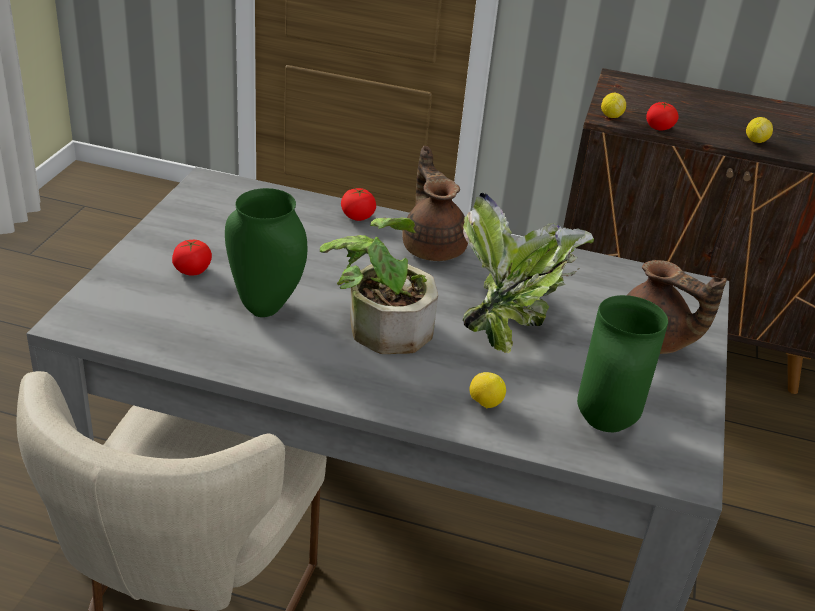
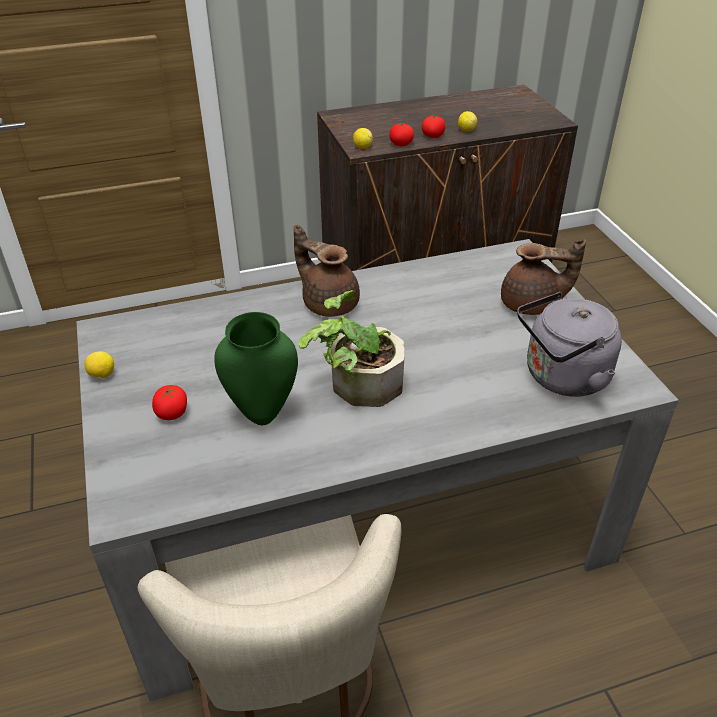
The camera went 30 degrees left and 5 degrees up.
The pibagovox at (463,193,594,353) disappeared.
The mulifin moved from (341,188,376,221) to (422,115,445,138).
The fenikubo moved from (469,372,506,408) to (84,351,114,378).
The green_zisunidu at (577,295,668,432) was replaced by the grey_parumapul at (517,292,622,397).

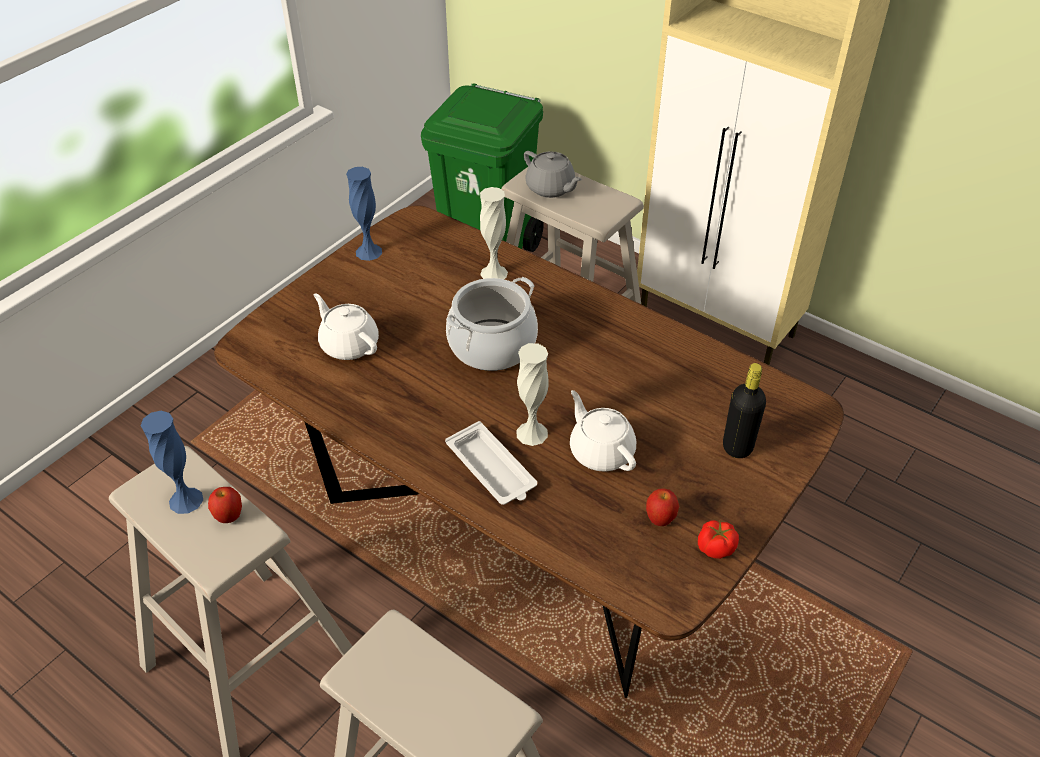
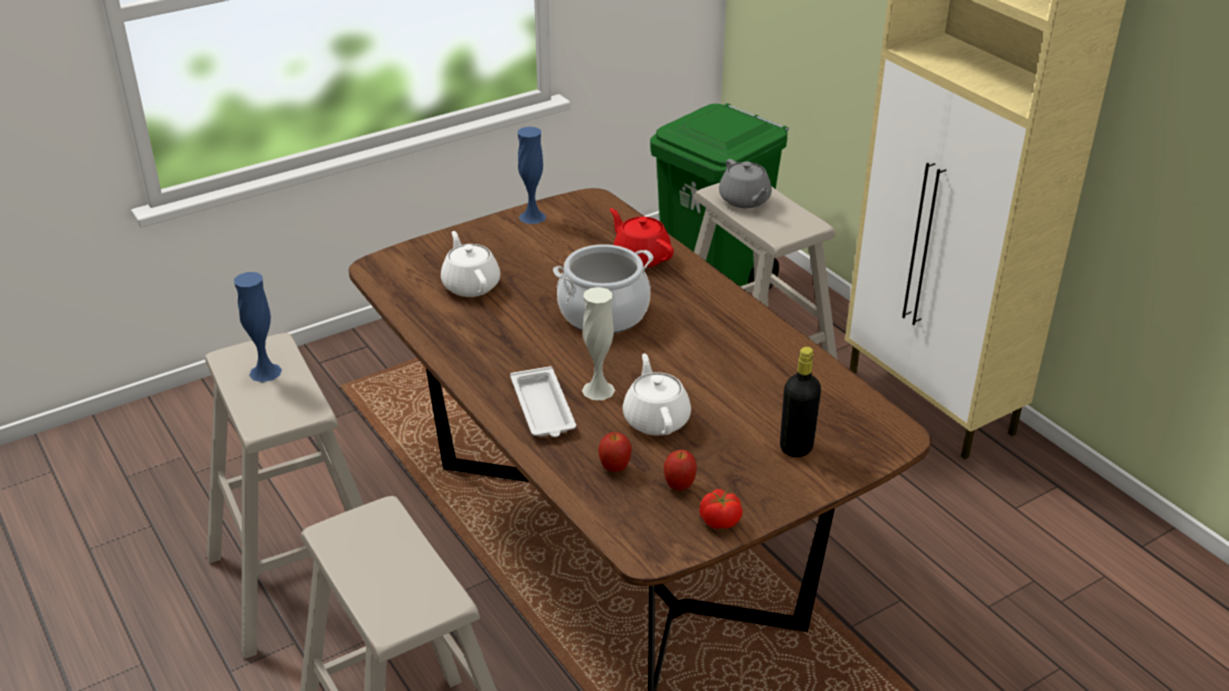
The camera went 20 degrees right and 10 degrees down.
The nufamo moved from (208,487,242,523) to (598,432,632,472).
The white_zisunidu at (480,187,508,279) was replaced by the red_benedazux at (610,208,674,268).

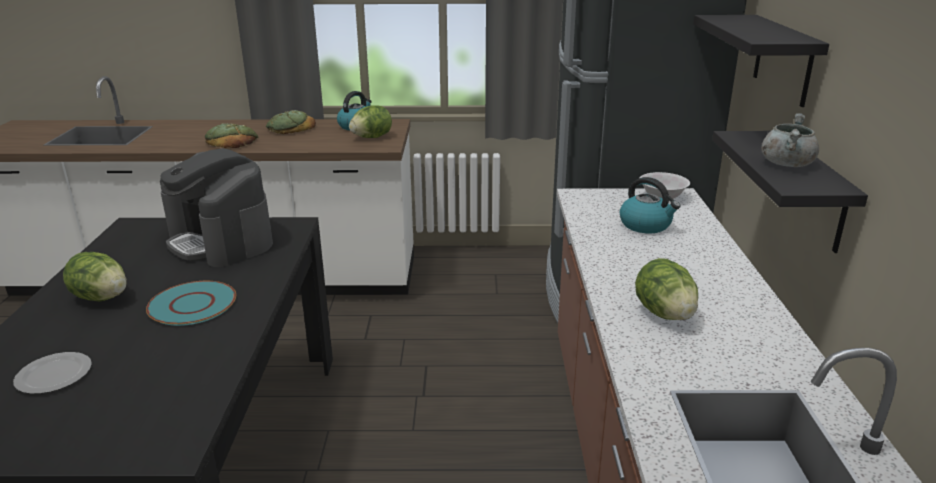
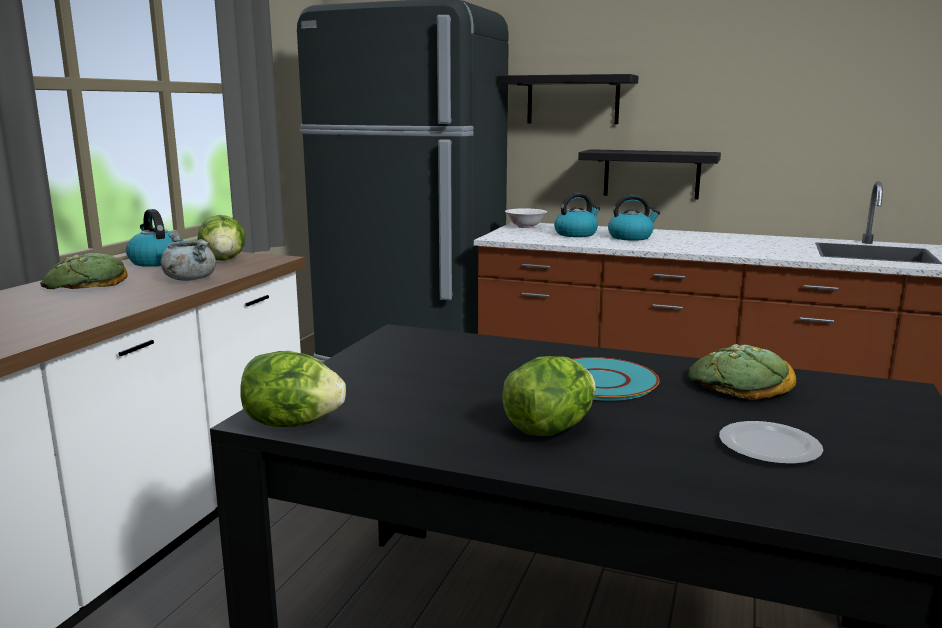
The camera went 70 degrees left and 10 degrees down.
The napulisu at (160,148,273,267) disappeared.
The parumapul at (608,195,660,241) appeared.
The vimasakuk moved from (205,123,258,148) to (689,344,796,400).
The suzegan moved from (635,258,698,320) to (241,351,346,427).
The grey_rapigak moved from (761,113,819,167) to (161,232,216,281).

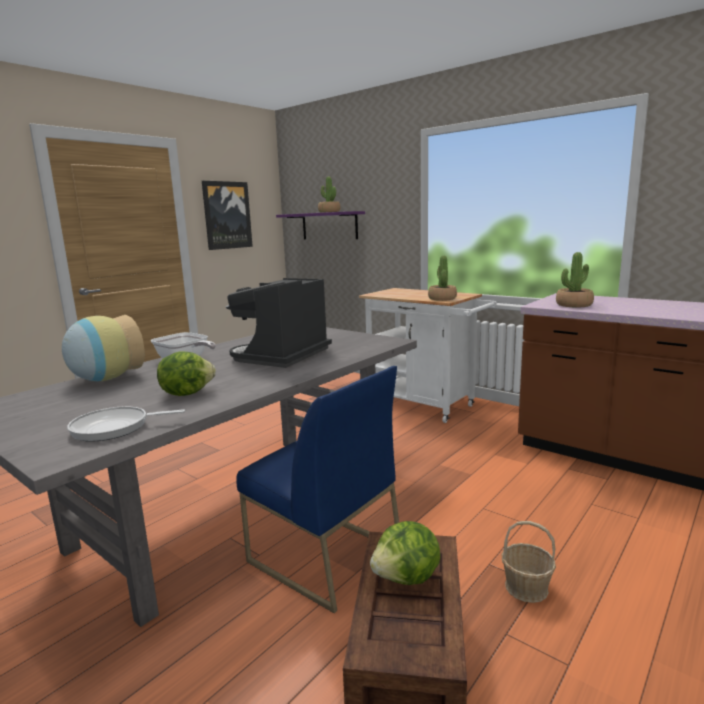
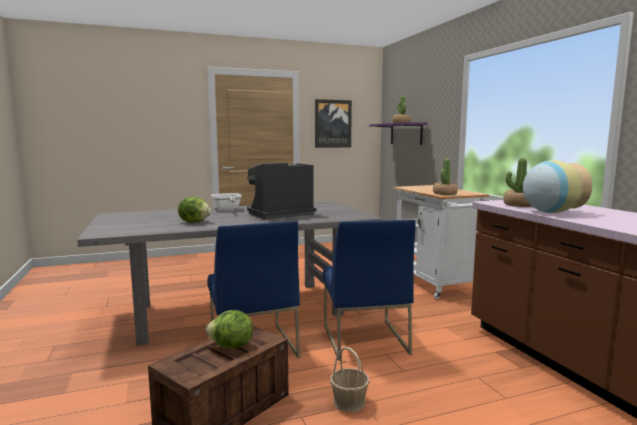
The camera went 30 degrees right and 5 degrees down.
The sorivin at (67,406,185,442) disappeared.
The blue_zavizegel at (323,219,416,361) appeared.
The zisunidu moved from (62,315,145,381) to (523,160,593,213).

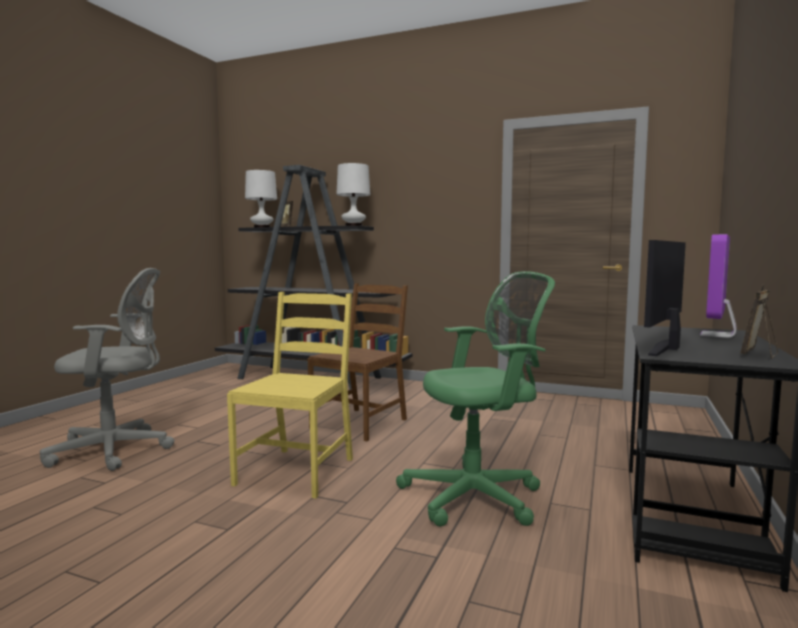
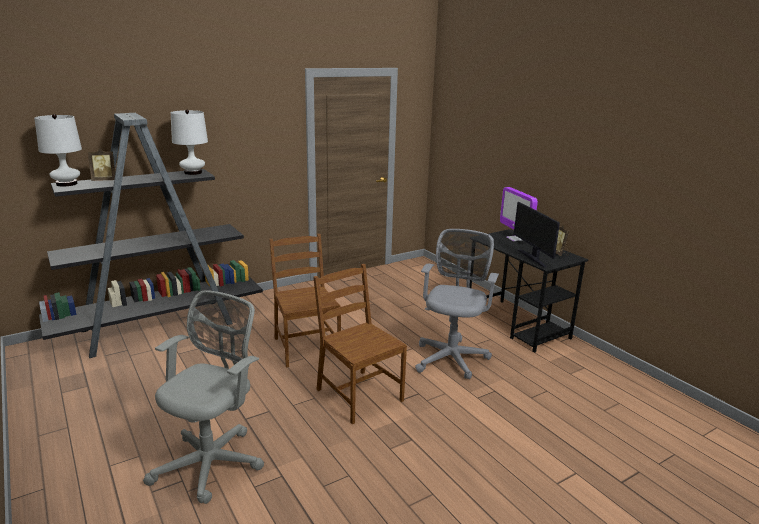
The camera went 55 degrees left and 15 degrees up.
The yellow_zavizegel at (227,292,353,499) became the brown_zavizegel at (313,264,407,424).
The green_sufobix at (396,271,555,526) became the grey_sufobix at (415,229,499,379).

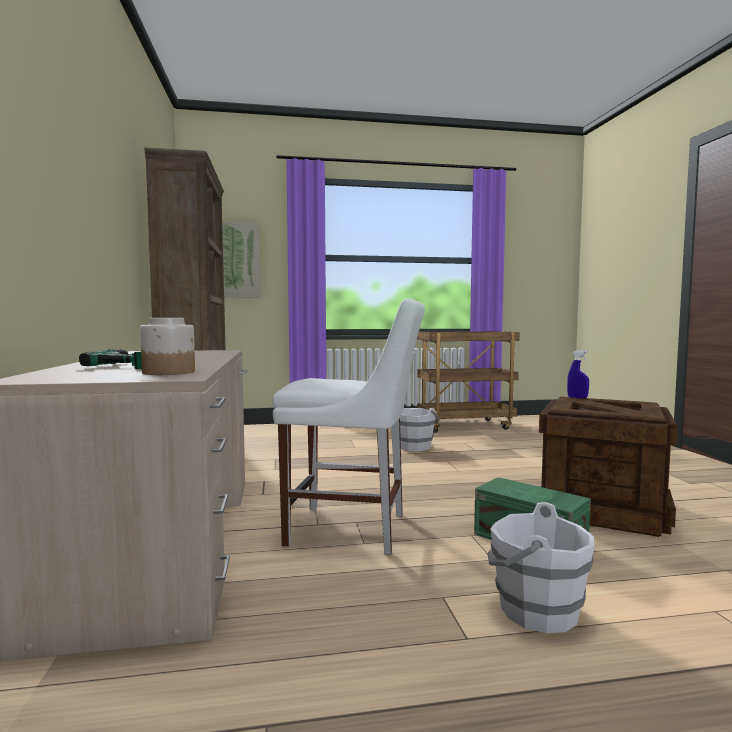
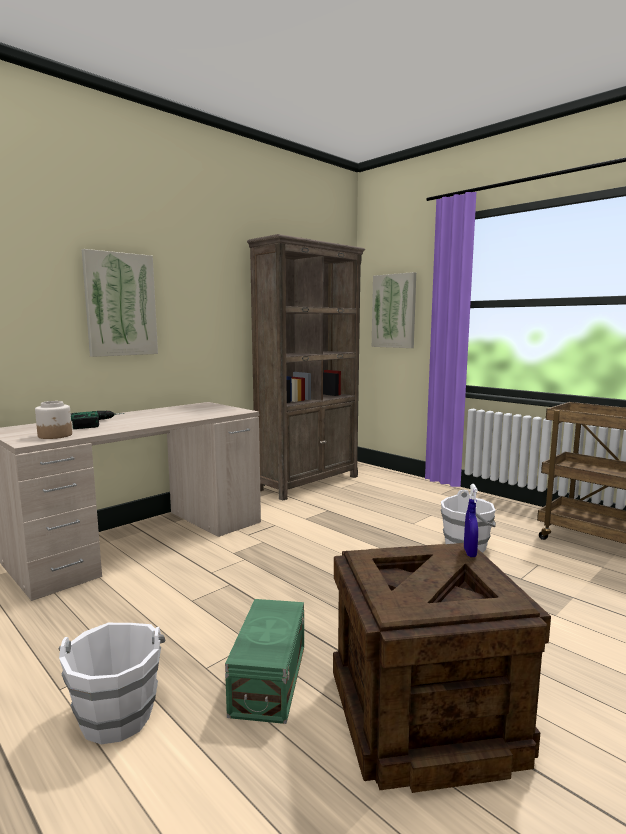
The camera went 55 degrees right and 5 degrees up.
The white_zavizegel at (272,299,425,555) disappeared.
The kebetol at (82,249,158,357) appeared.

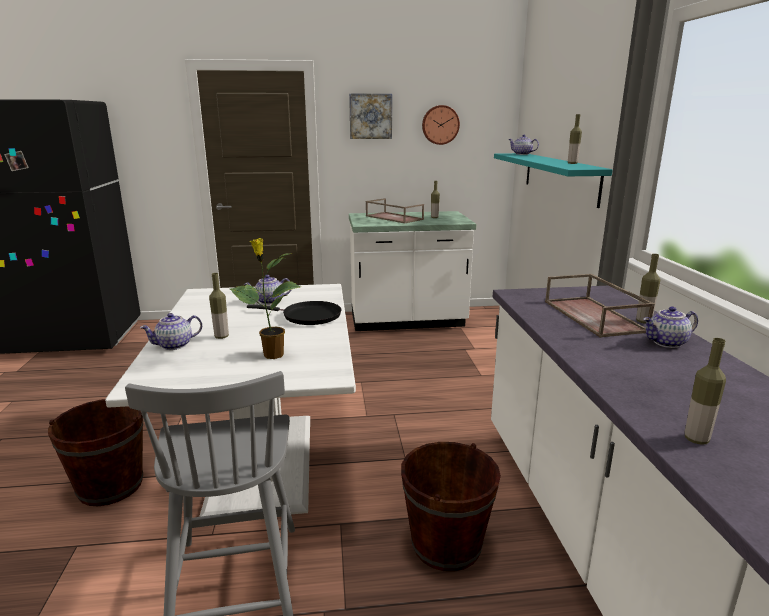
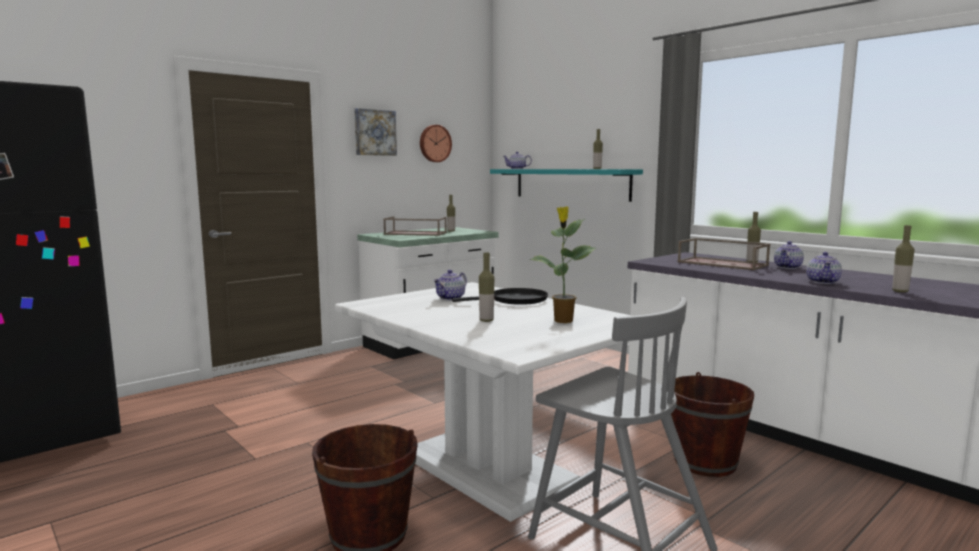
The camera went 35 degrees left and 10 degrees down.
The benedazux moved from (140,313,202,350) to (806,252,842,284).

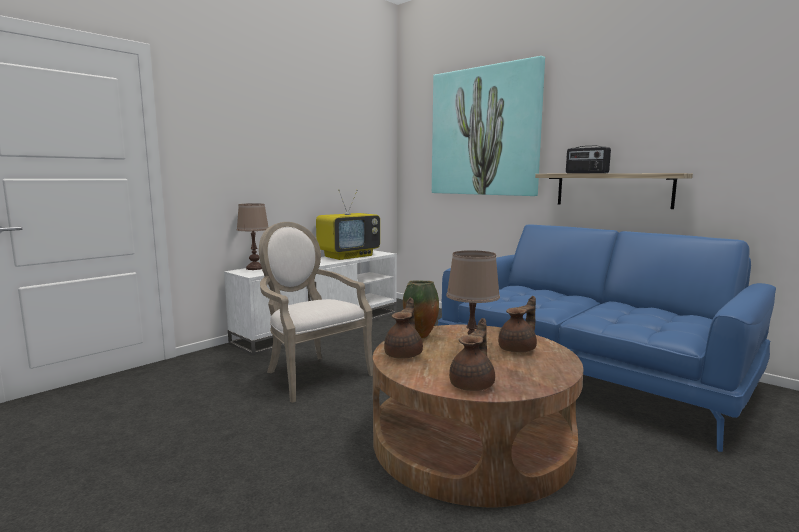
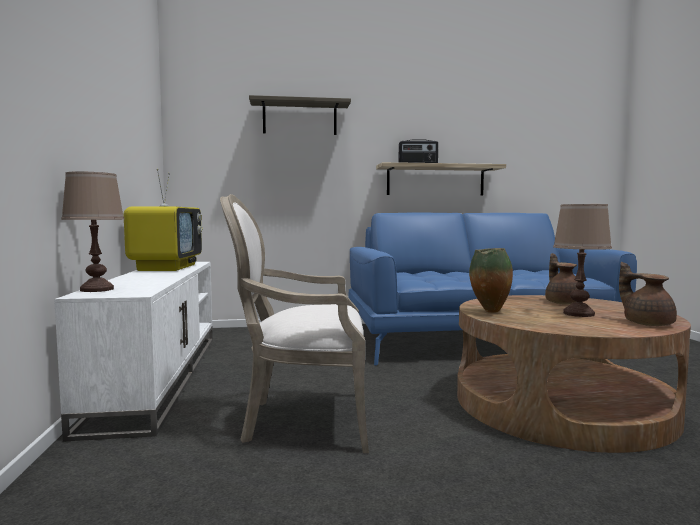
The camera went 50 degrees left and 5 degrees down.
The brown_benedazux at (384,298,423,359) disappeared.
The kebetol at (432,56,545,196) was replaced by the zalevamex at (249,95,351,135).

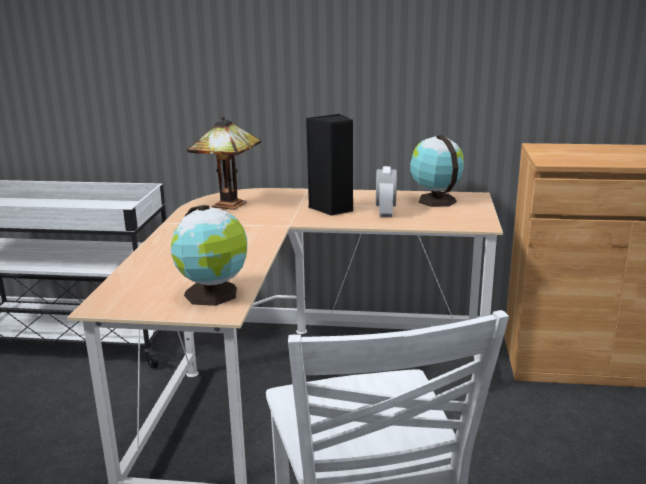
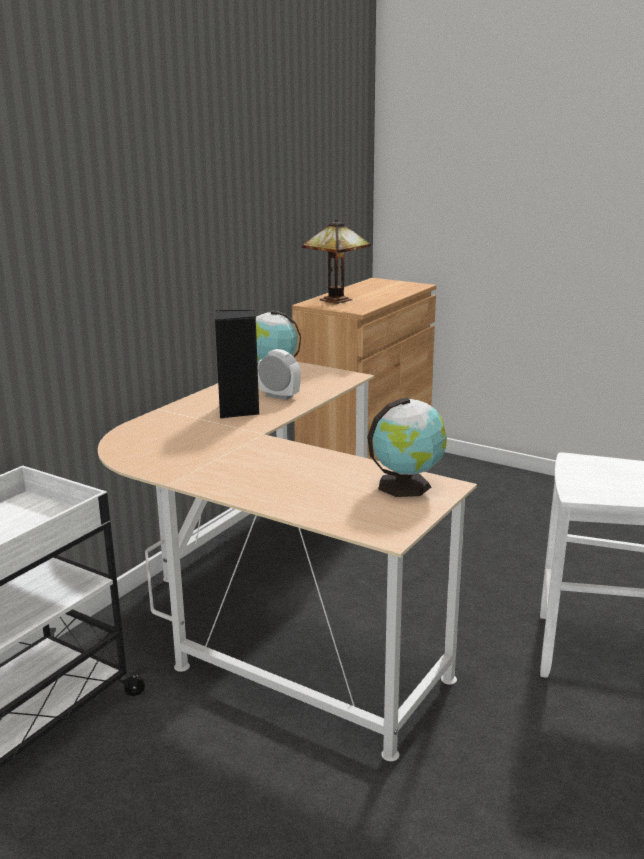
The camera went 65 degrees left and 0 degrees up.
The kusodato moved from (187,117,261,210) to (302,219,371,304).

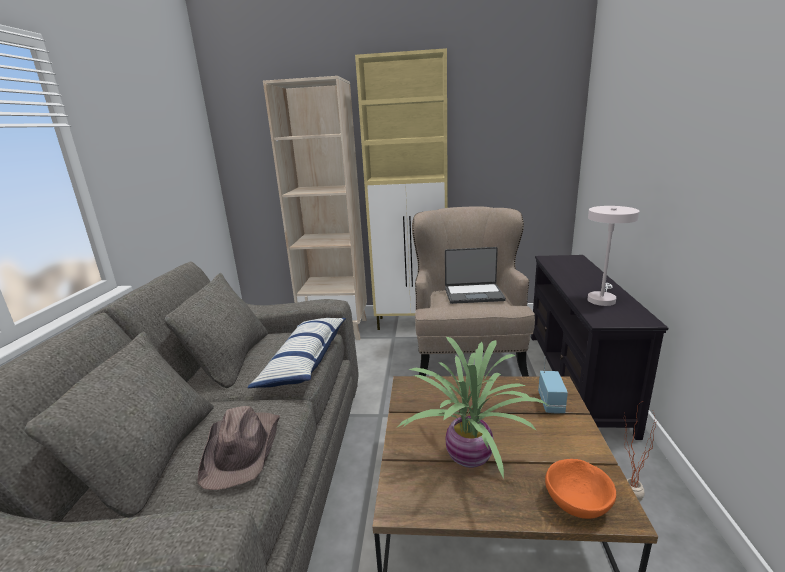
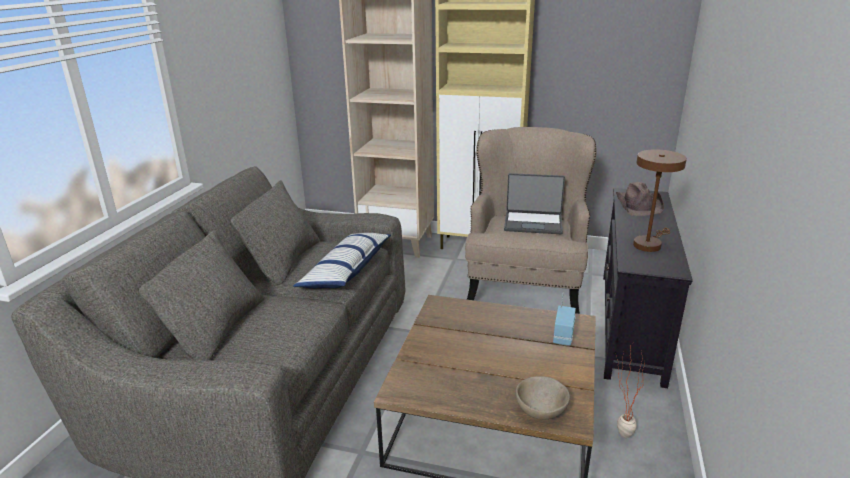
The camera went 10 degrees right and 5 degrees up.
The pibagovox at (398,337,547,479) disappeared.
The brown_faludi moved from (198,406,280,490) to (616,182,664,216).
The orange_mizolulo at (545,459,616,519) became the beige_mizolulo at (515,376,570,420).
The white_kusodato at (587,206,639,306) became the brown_kusodato at (633,149,687,252).

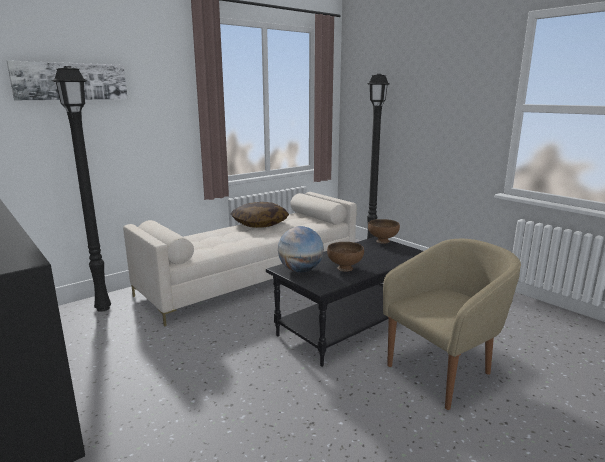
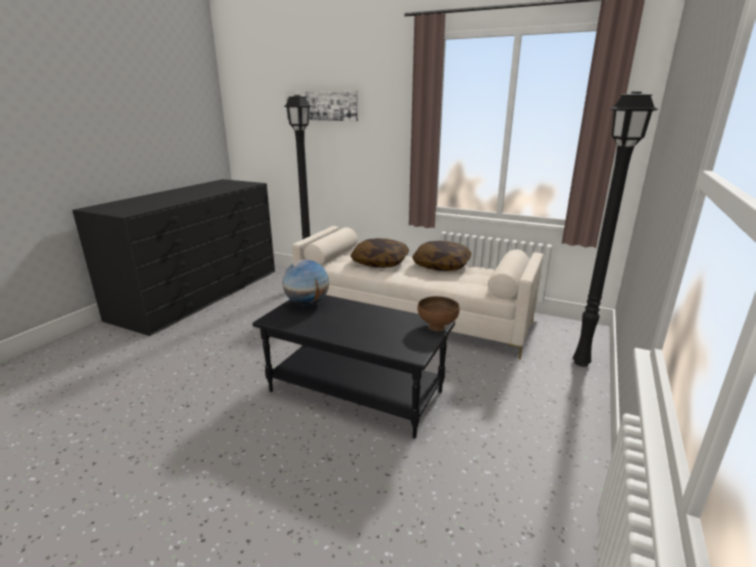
The camera went 65 degrees right and 5 degrees up.
The brown_mizolulo at (327,242,364,272) disappeared.
The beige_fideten at (383,239,521,410) disappeared.
The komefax at (351,238,409,268) appeared.

